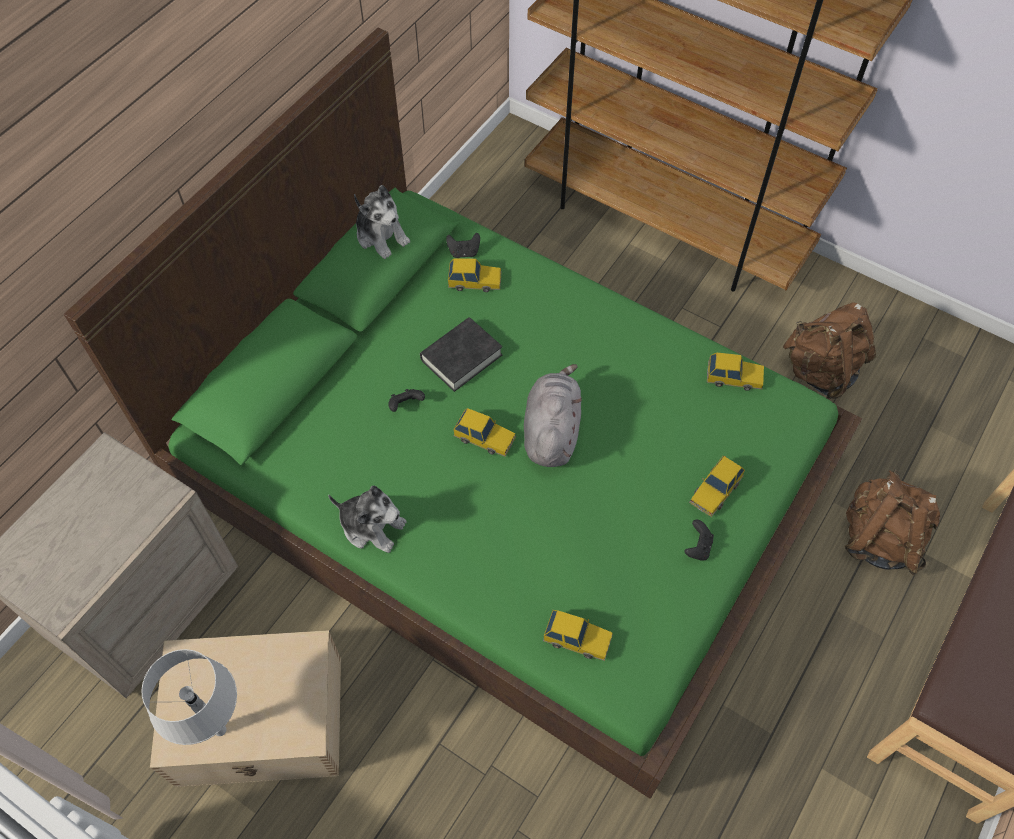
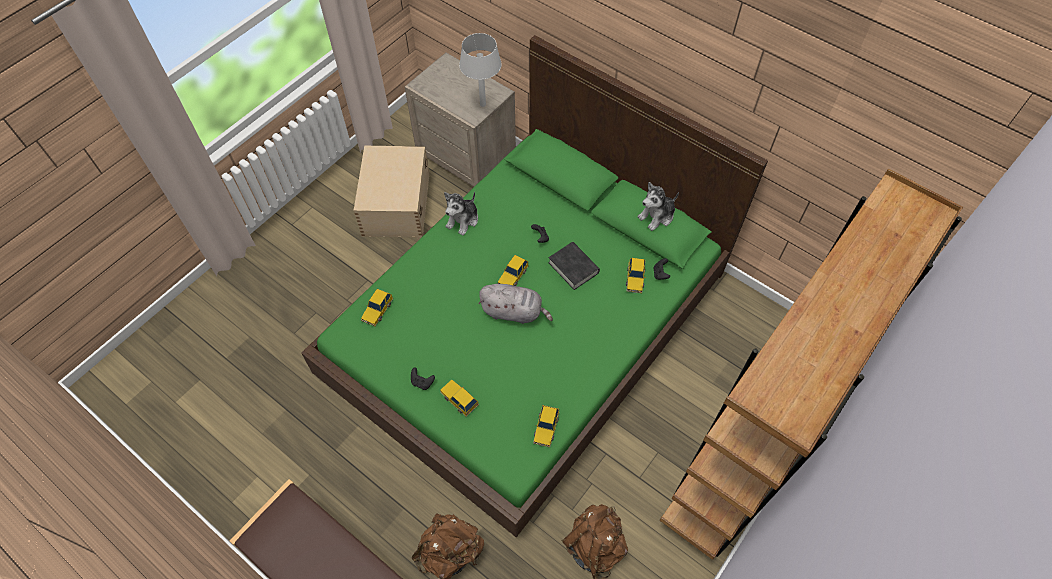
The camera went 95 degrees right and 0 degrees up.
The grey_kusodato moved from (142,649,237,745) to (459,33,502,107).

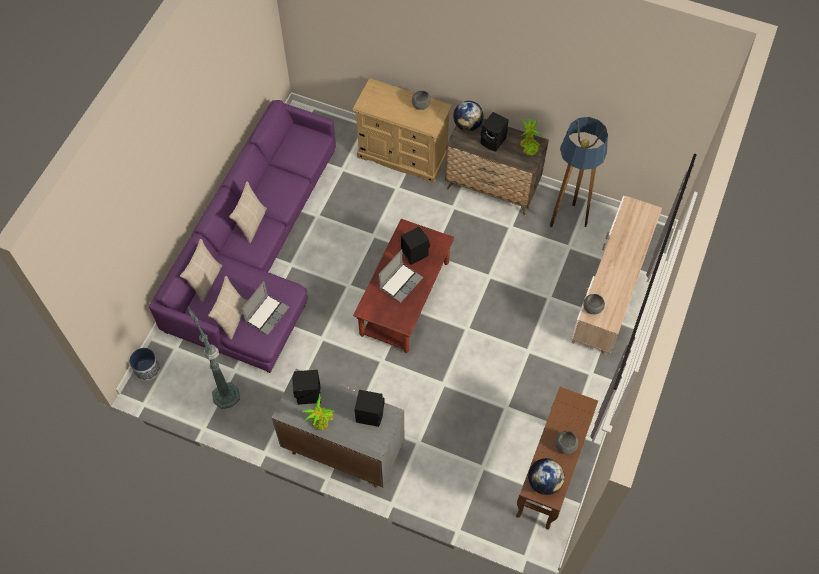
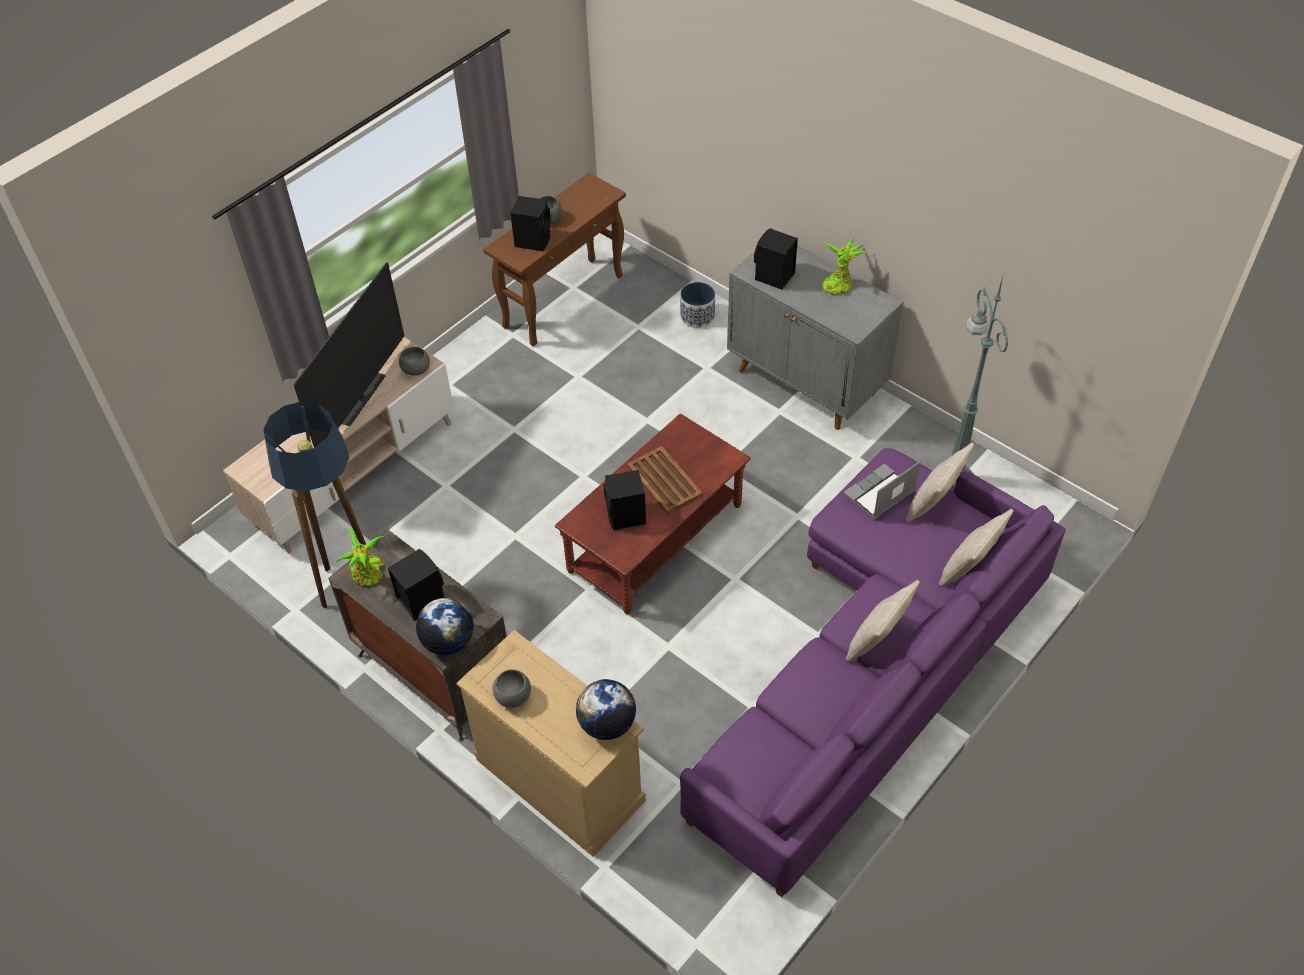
The camera went 160 degrees left and 10 degrees down.
The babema at (294,262,404,448) appeared.
The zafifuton moved from (129,348,160,381) to (680,282,715,328).
The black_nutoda moved from (293,370,321,405) to (510,196,551,251).
The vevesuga moved from (528,458,565,495) to (576,679,636,740).
The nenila at (379,249,423,303) was replaced by the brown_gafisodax at (627,446,703,514).

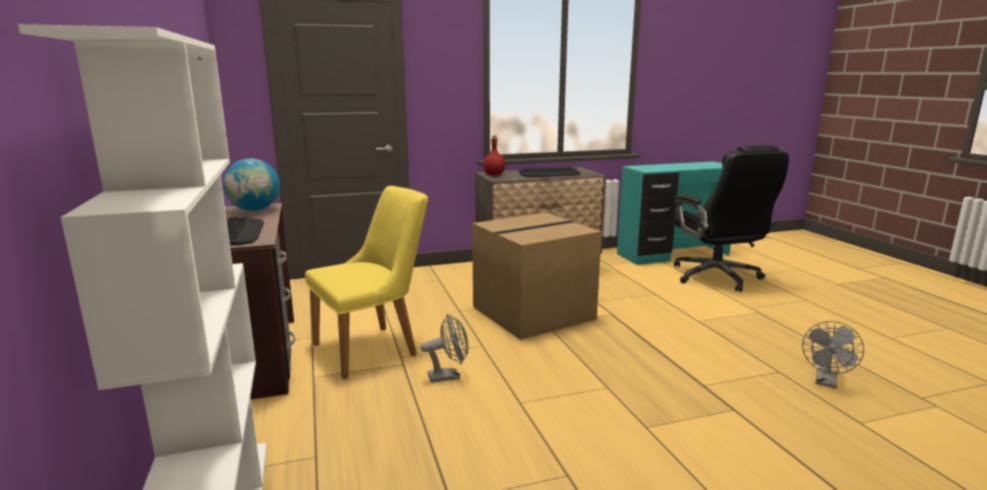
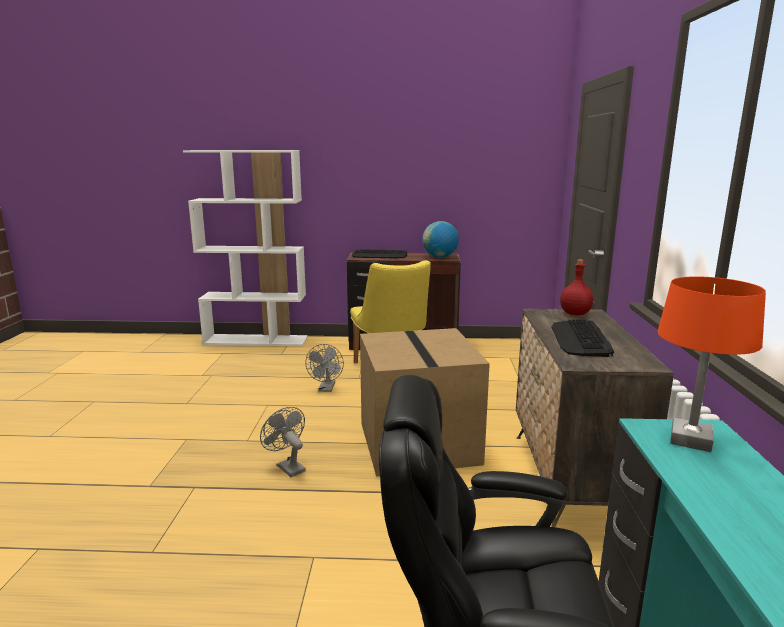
The camera went 110 degrees right and 0 degrees up.
The orange_kusodato at (658,276,766,452) appeared.
The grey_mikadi moved from (802,321,864,388) to (260,407,306,477).

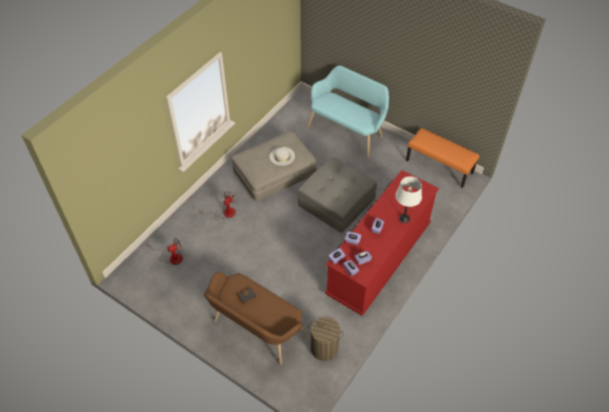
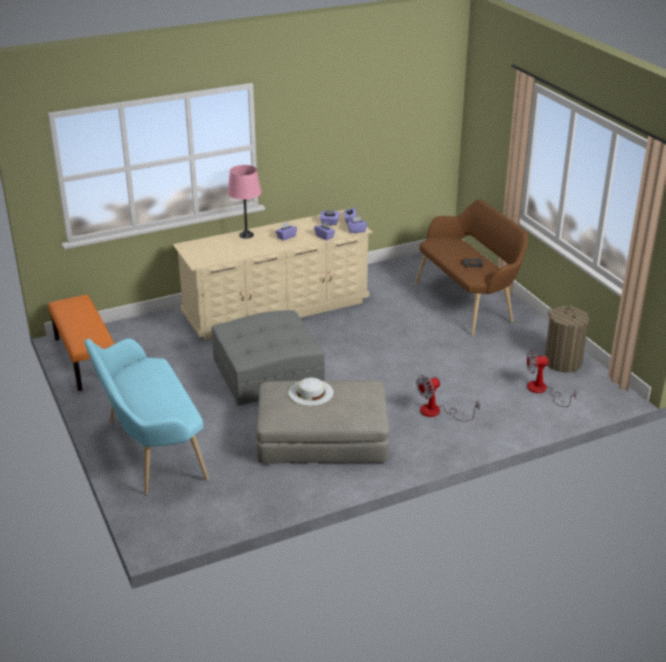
The camera went 150 degrees left and 20 degrees down.
The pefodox moved from (308,316,343,361) to (545,306,590,372).
The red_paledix at (325,170,439,316) became the beige_paledix at (173,209,372,340).
The white_kusodato at (395,176,422,223) became the pink_kusodato at (227,165,261,239).

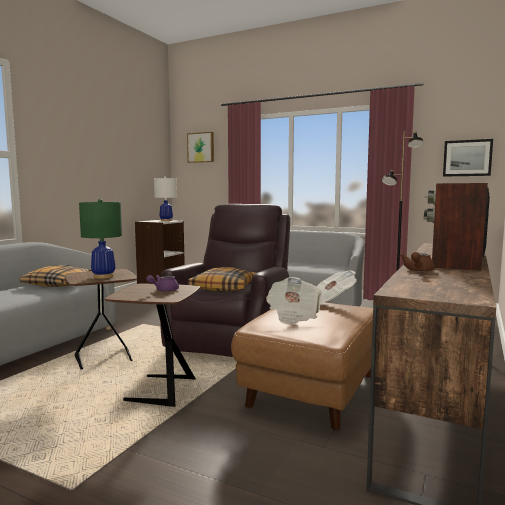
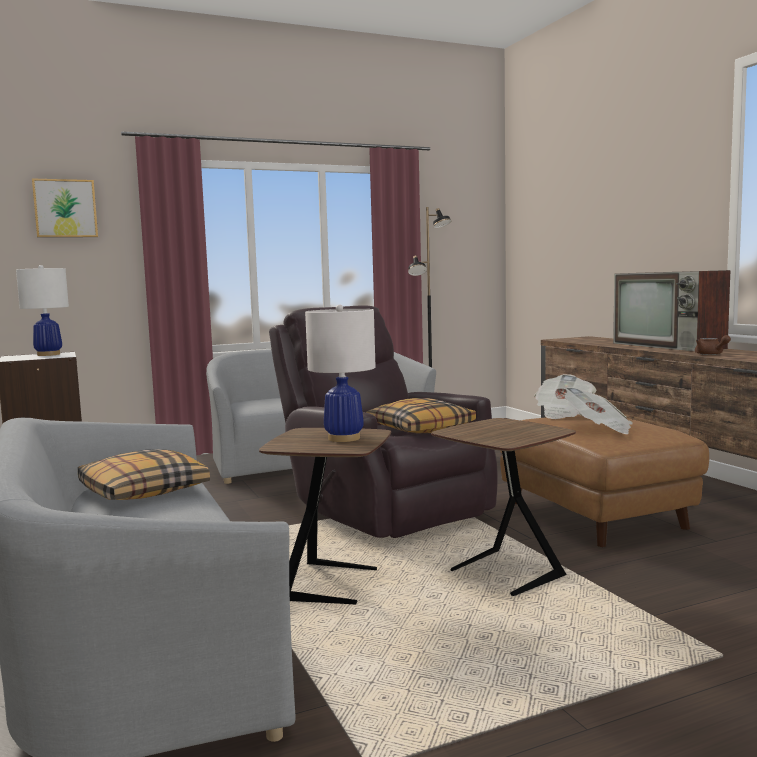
The camera went 50 degrees left and 0 degrees up.
The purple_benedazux at (146,275,179,292) disappeared.
The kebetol at (443,139,493,177) disappeared.
The green_kusodato at (79,199,122,279) became the white_kusodato at (305,304,376,442).

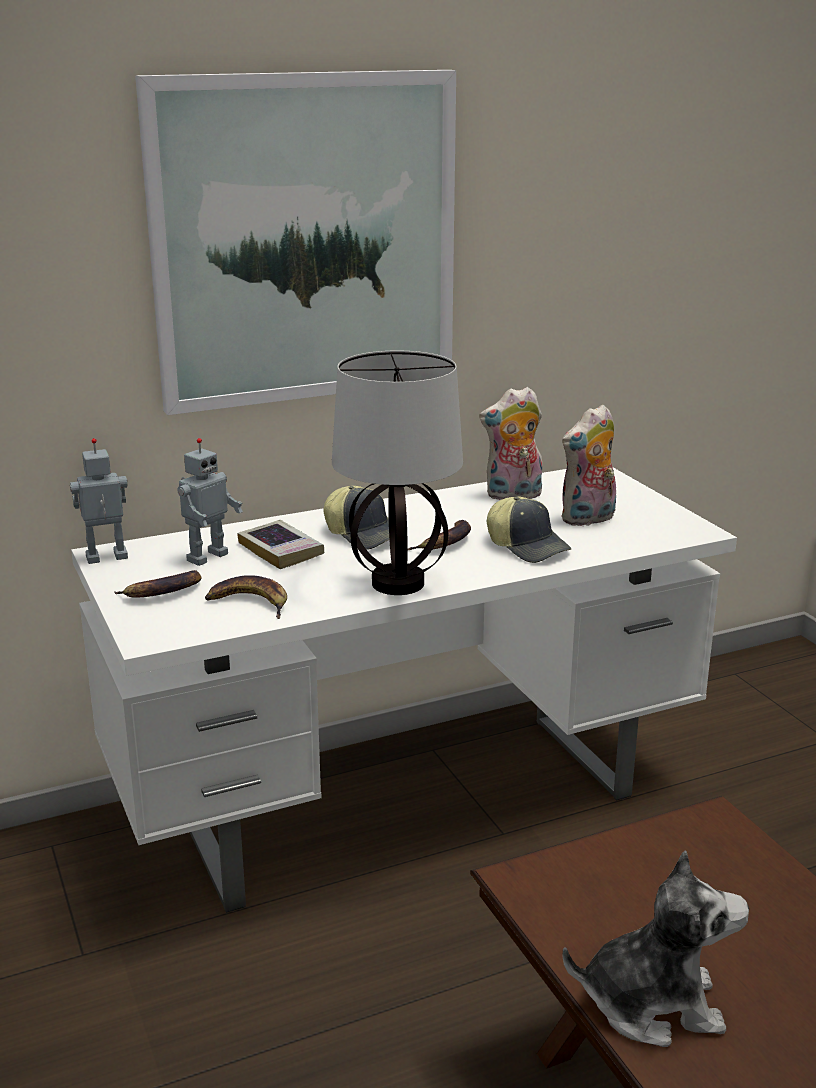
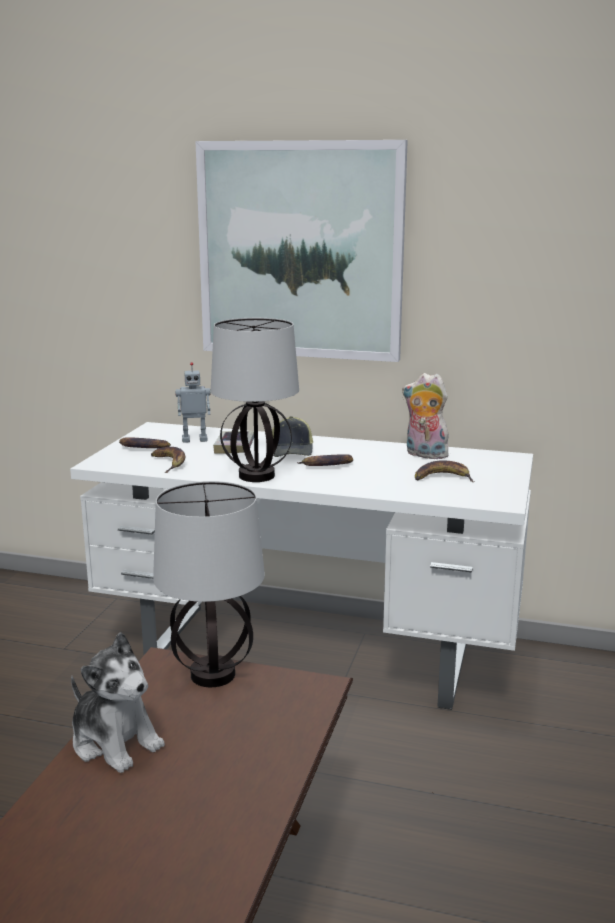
The camera went 40 degrees right and 5 degrees down.
The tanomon at (70,438,128,564) disappeared.
The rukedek at (487,497,571,563) disappeared.
The kusodato at (153,481,265,687) appeared.
The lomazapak at (562,405,616,526) was replaced by the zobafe at (415,461,475,482).

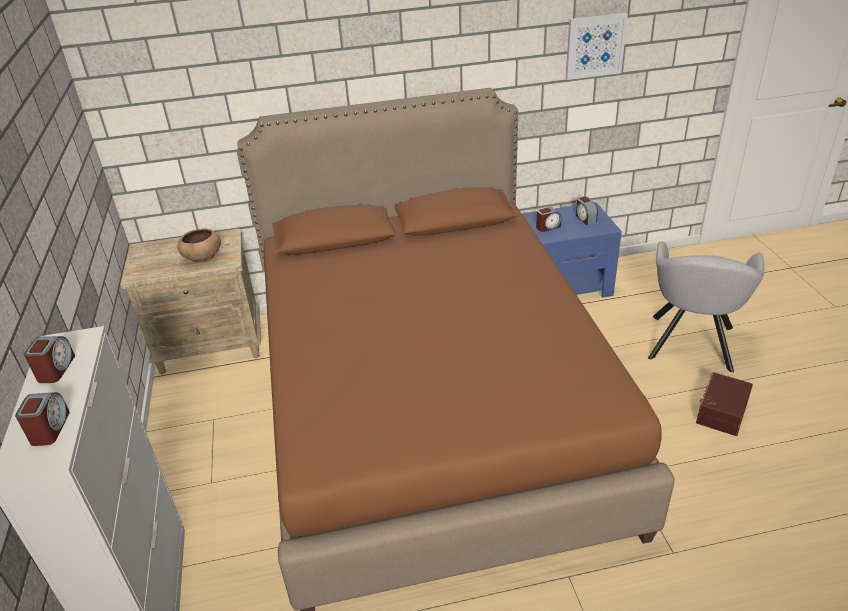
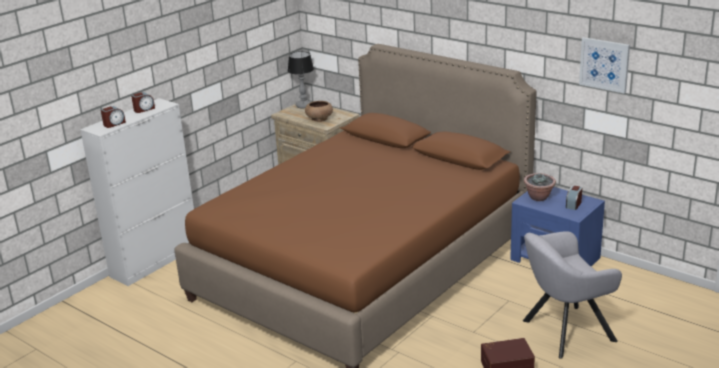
The camera went 50 degrees right and 10 degrees down.
The kusodato at (288,51,314,108) appeared.
The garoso at (536,207,561,232) was replaced by the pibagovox at (524,173,556,201).

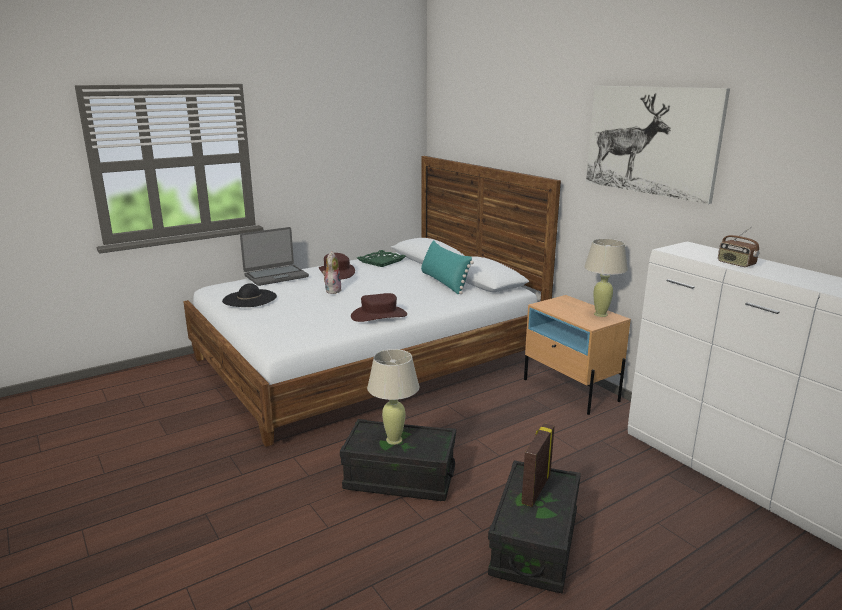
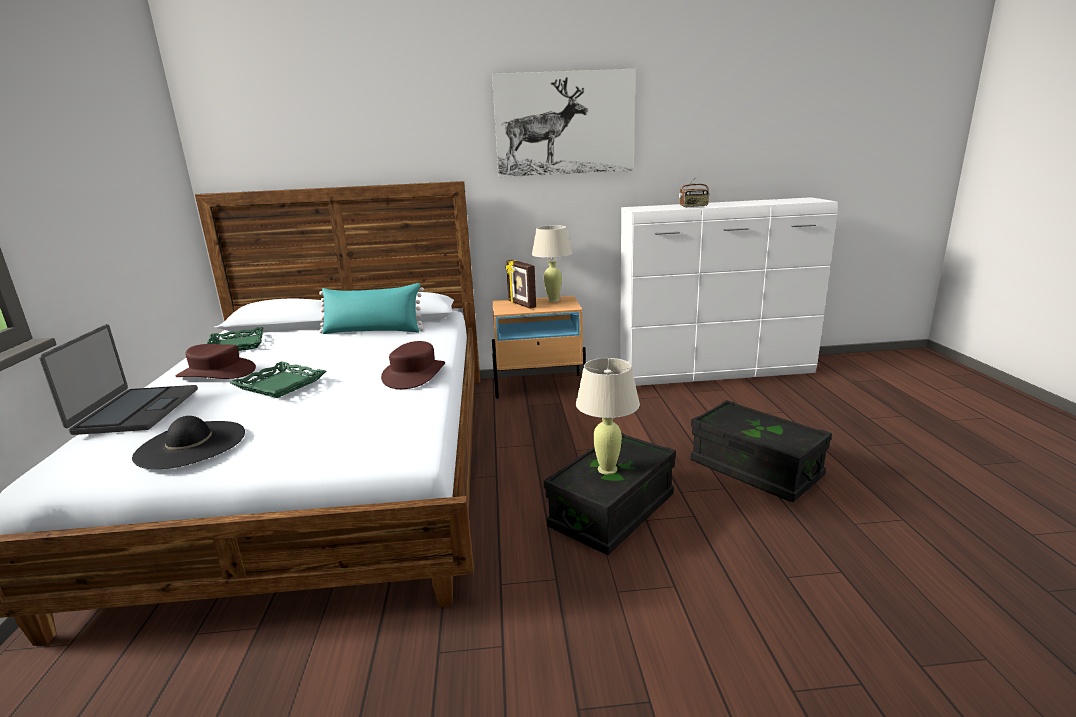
The camera went 60 degrees left and 0 degrees up.
The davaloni moved from (522,423,555,507) to (505,260,536,309).
The lomazapak at (322,251,342,294) was replaced by the green_gafisodax at (229,361,326,398).

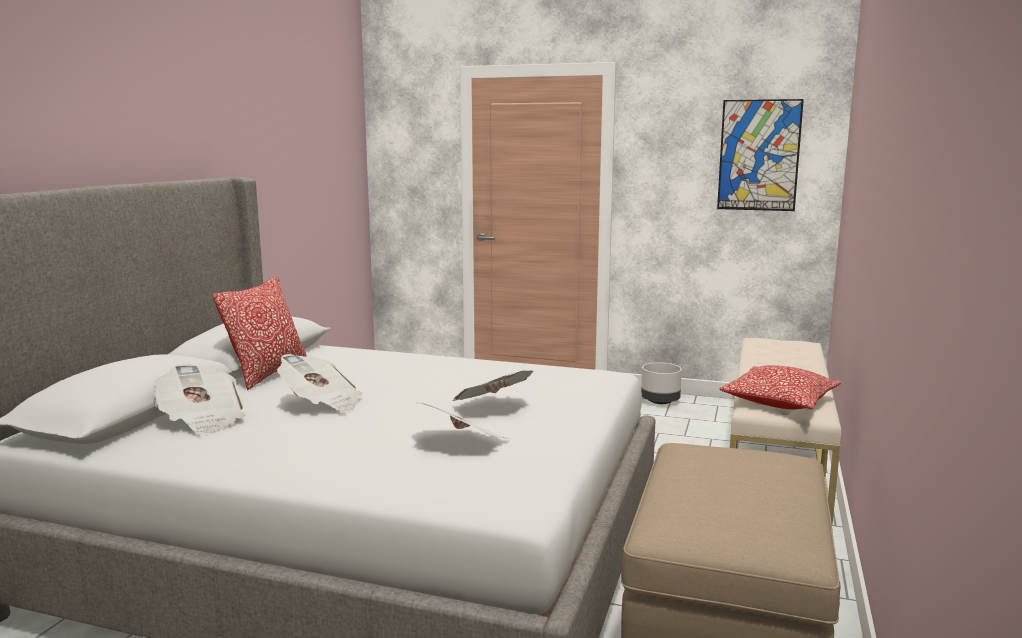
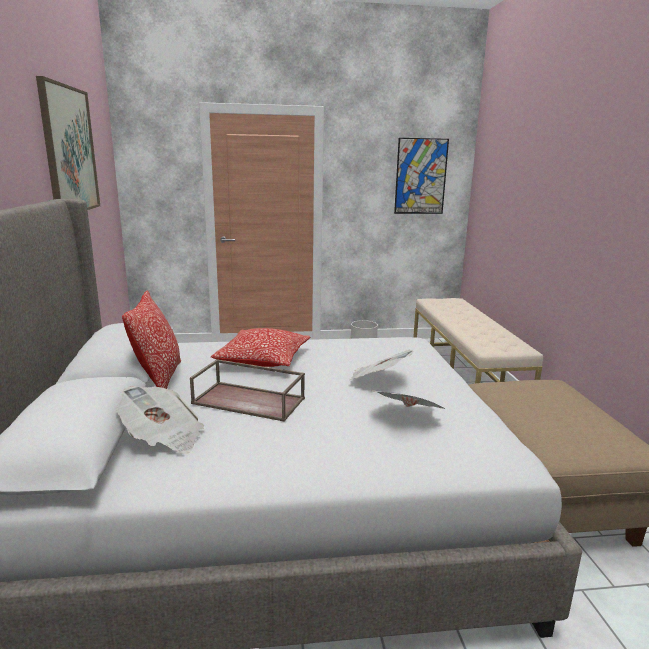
The camera went 25 degrees left and 5 degrees up.
The kebetol at (36,76,100,210) appeared.
The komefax moved from (719,365,841,409) to (210,328,310,367).
The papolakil at (277,354,362,413) was replaced by the brown_gafisodax at (190,359,305,422).

